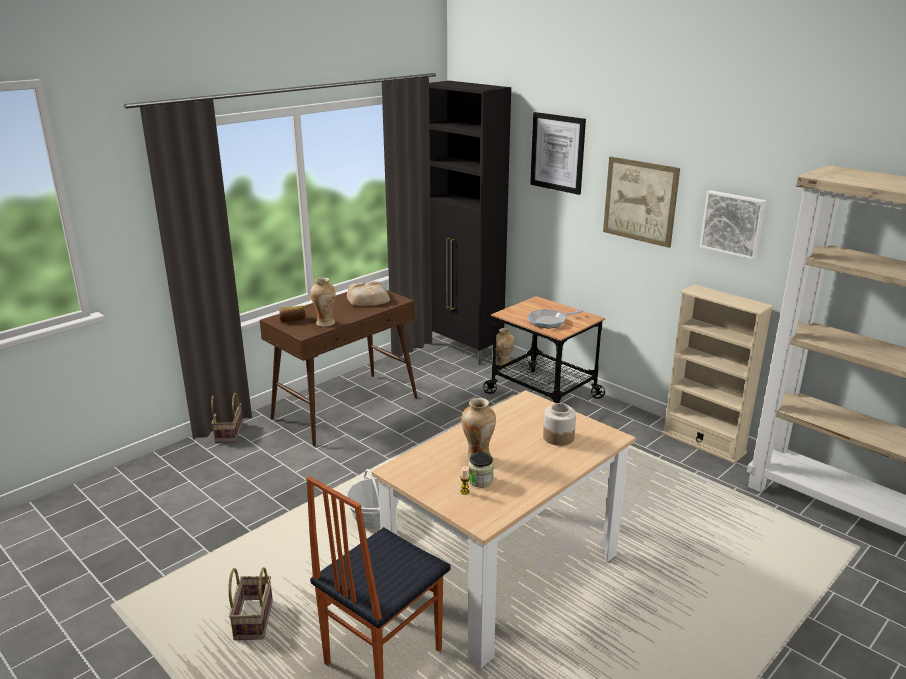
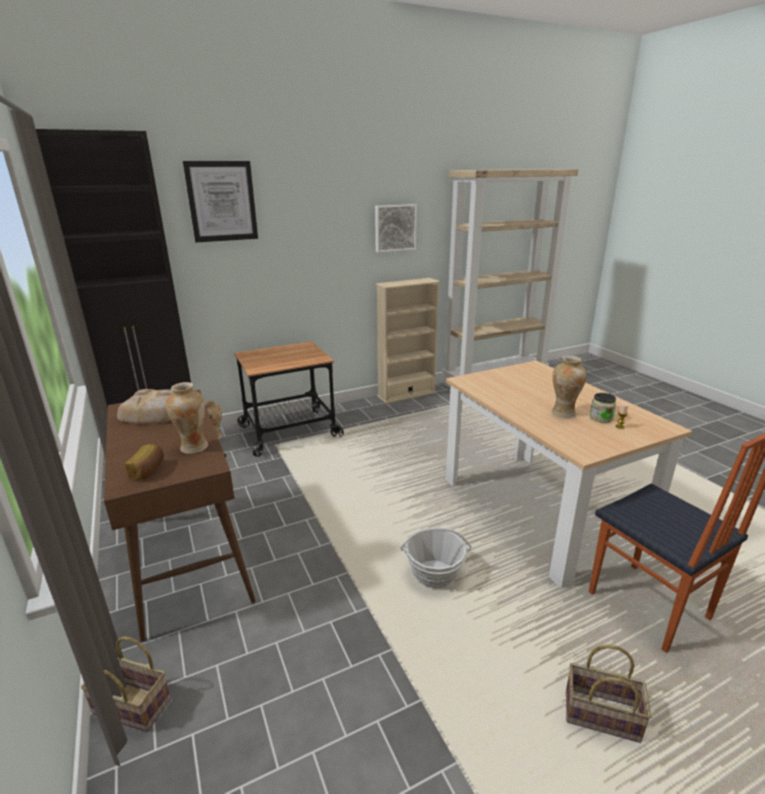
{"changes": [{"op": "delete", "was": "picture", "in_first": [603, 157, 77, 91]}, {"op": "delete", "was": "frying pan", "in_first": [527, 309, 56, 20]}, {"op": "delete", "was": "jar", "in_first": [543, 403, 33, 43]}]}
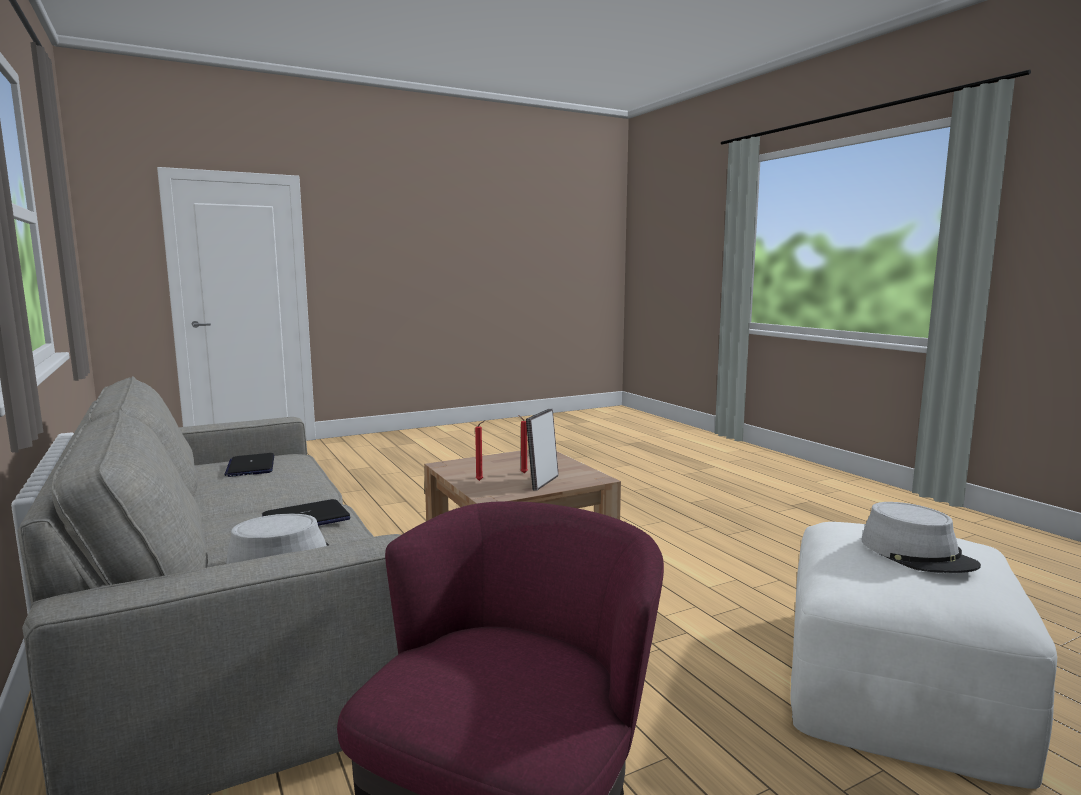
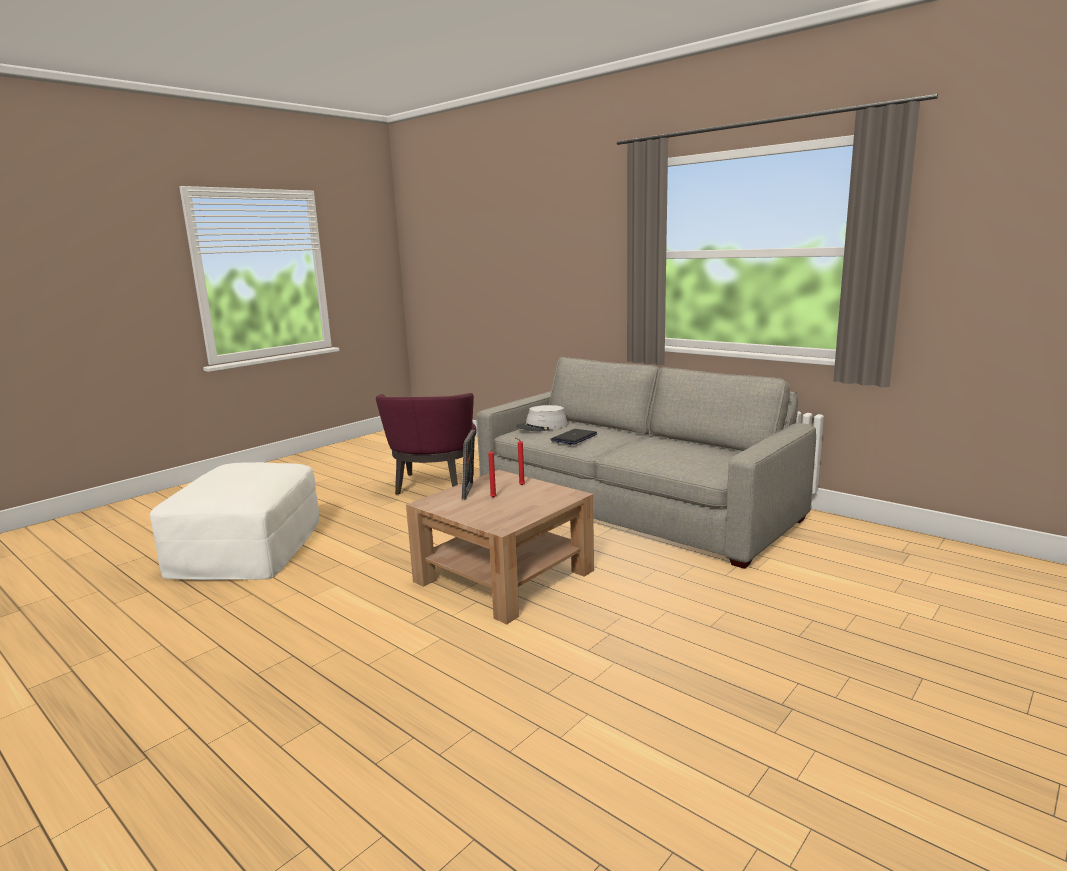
{"changes": [{"op": "delete", "was": "laptop", "in_first": [224, 453, 50, 24]}, {"op": "delete", "was": "grey hat", "in_first": [862, 502, 119, 71]}]}
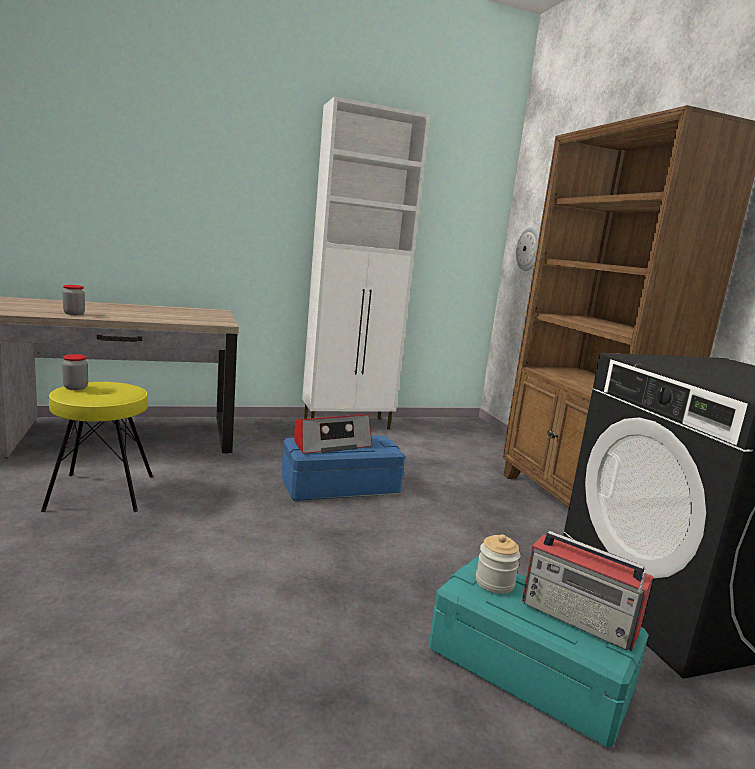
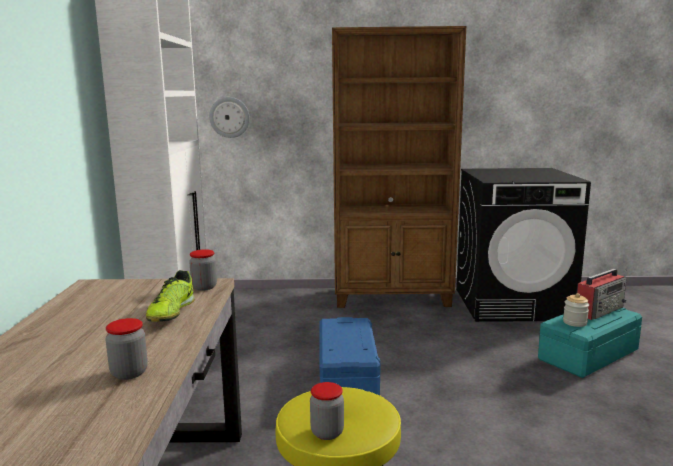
{"changes": [{"op": "delete", "was": "radio", "in_first": [294, 414, 79, 40]}, {"op": "insert", "now": "jar", "in_second": [189, 249, 28, 42]}, {"op": "insert", "now": "shoe", "in_second": [146, 270, 49, 52]}]}
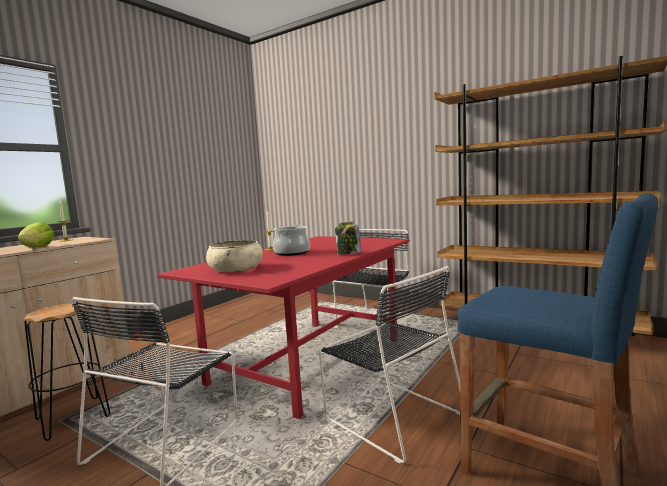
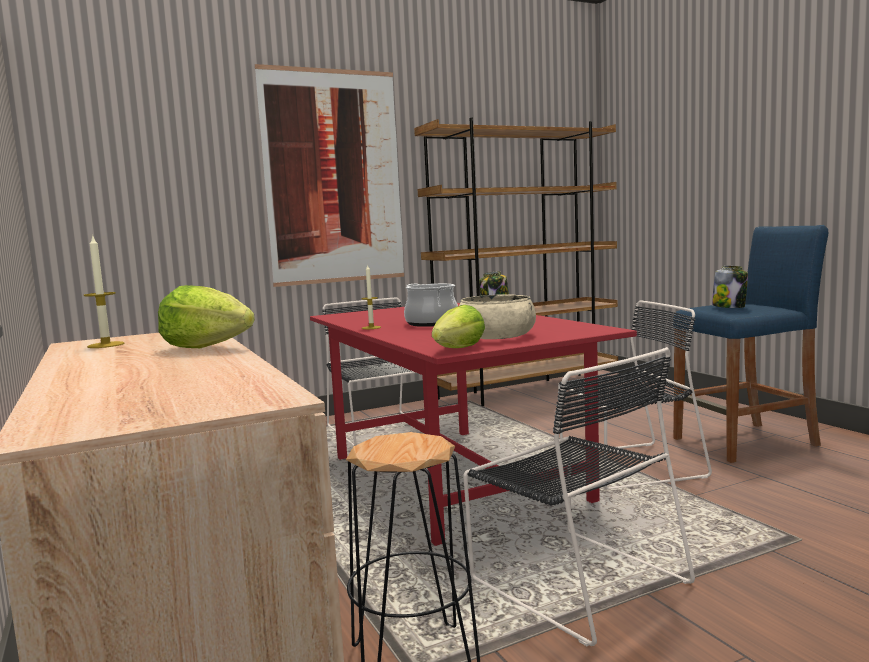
{"changes": [{"op": "insert", "now": "picture", "in_second": [255, 64, 149, 223]}, {"op": "insert", "now": "jar", "in_second": [712, 266, 36, 42]}, {"op": "insert", "now": "lettuce", "in_second": [432, 305, 53, 43]}]}
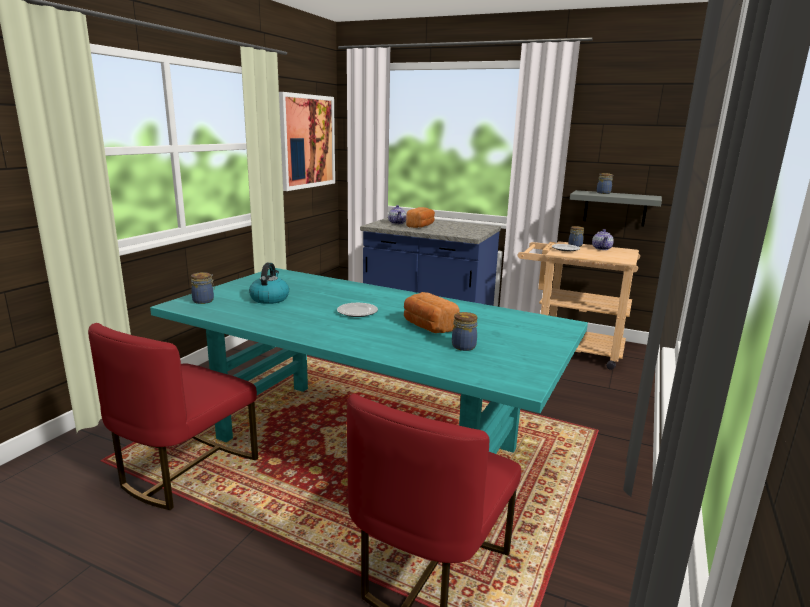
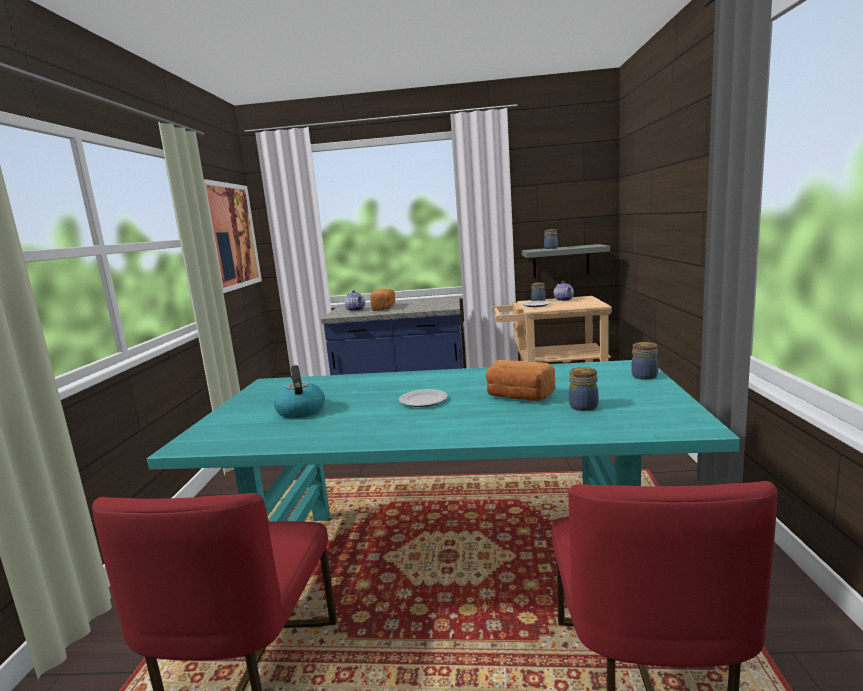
{"changes": [{"op": "move", "was": "jar", "in_first": [191, 272, 24, 32], "in_second": [631, 342, 27, 38]}]}
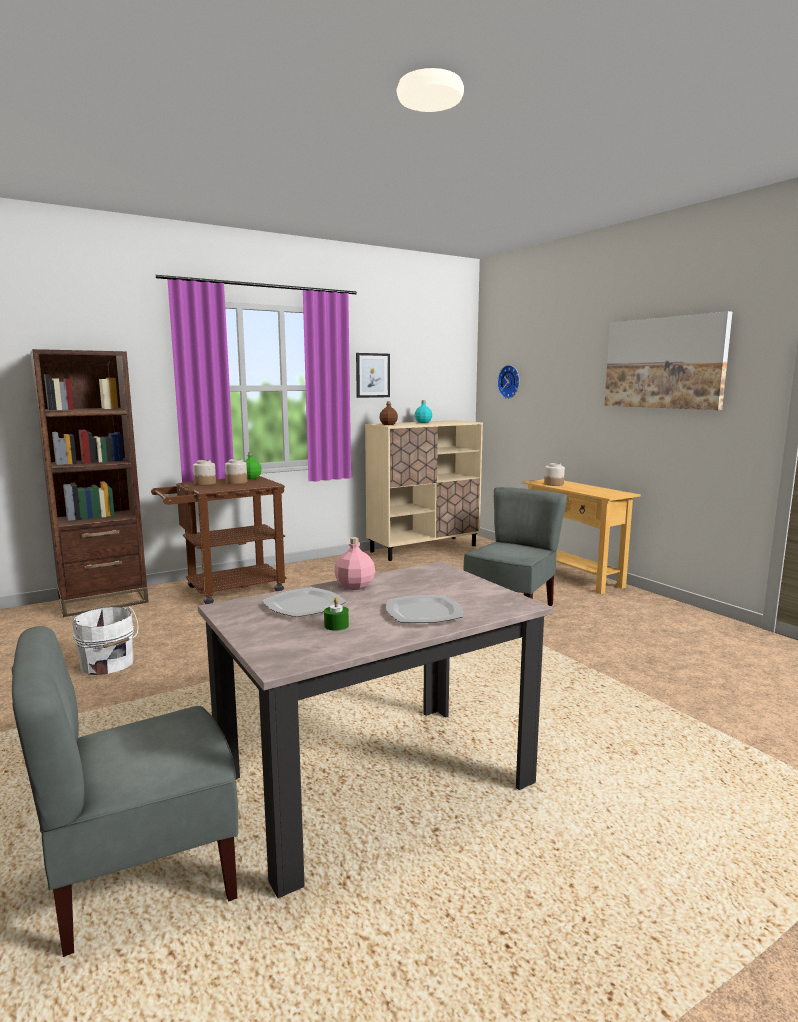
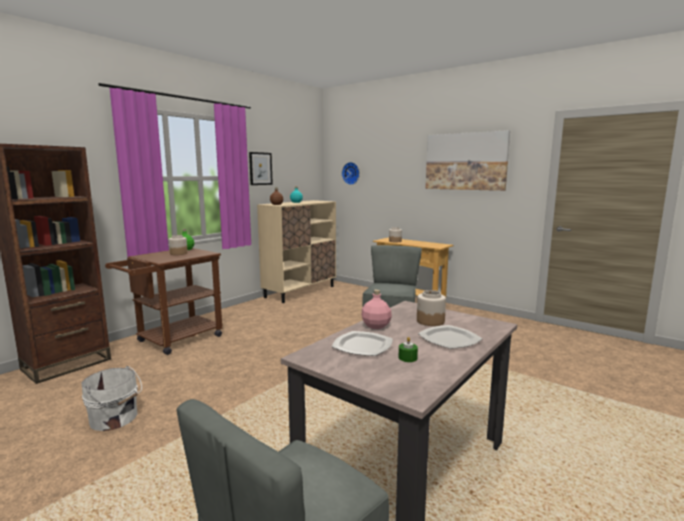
{"changes": [{"op": "move", "was": "jar", "in_first": [193, 460, 23, 25], "in_second": [417, 290, 29, 36]}]}
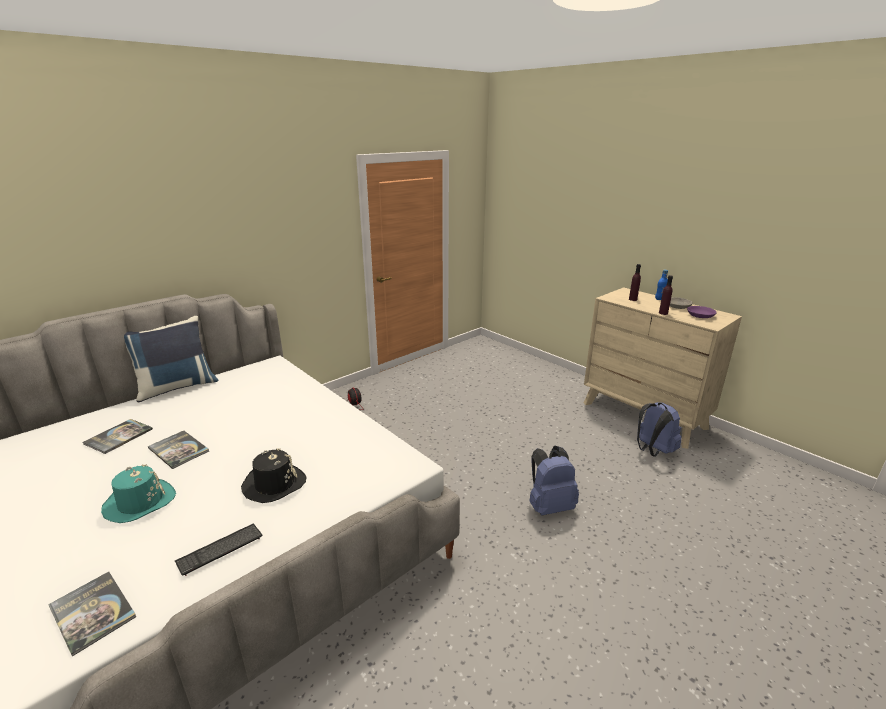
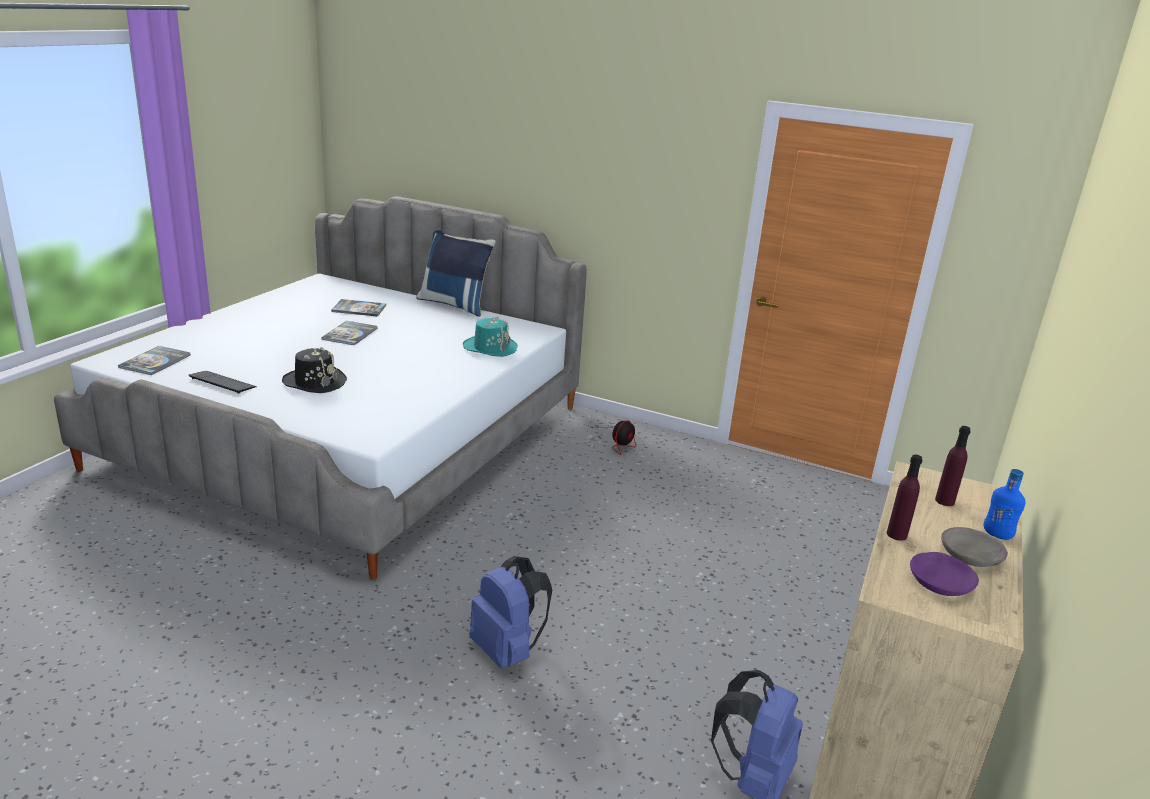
{"changes": [{"op": "move", "was": "turquoise hat", "in_first": [101, 464, 75, 59], "in_second": [463, 317, 55, 40]}]}
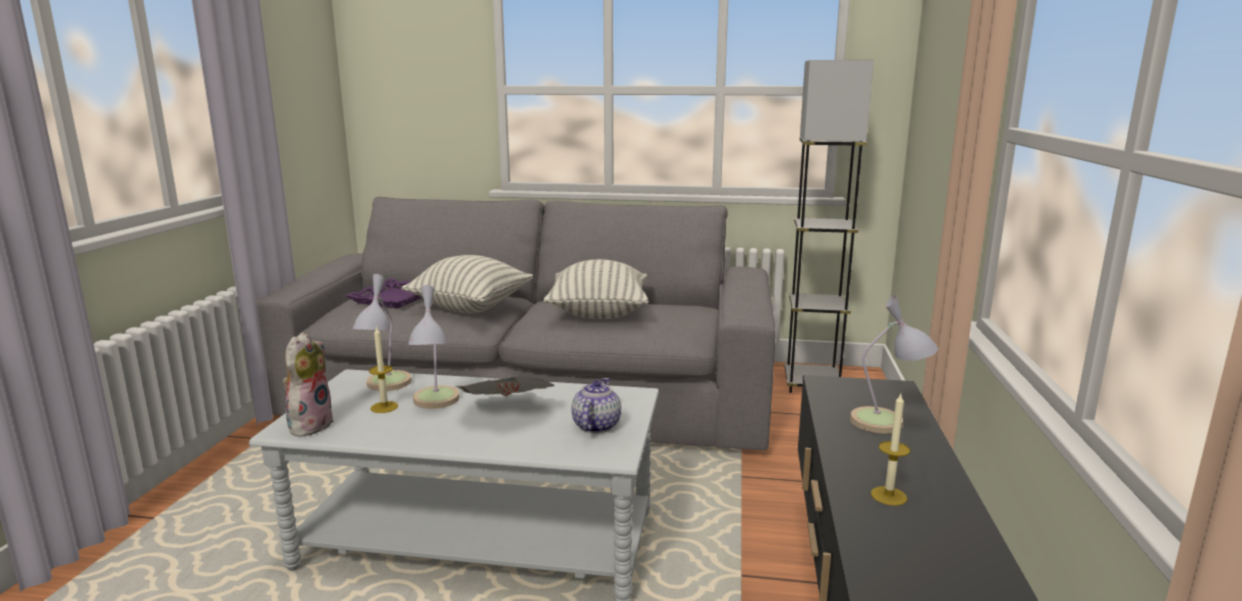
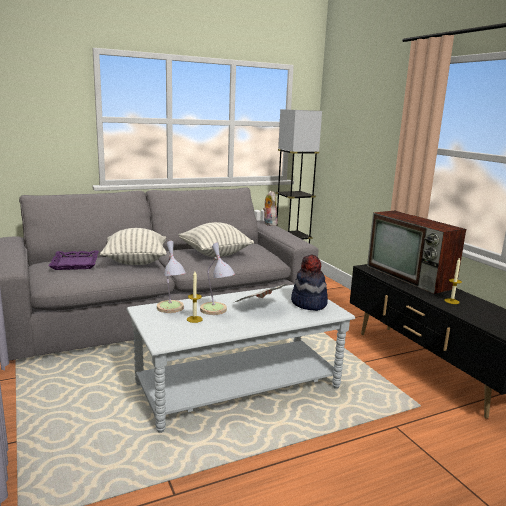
{"changes": [{"op": "replace", "was": "table lamp", "now": "television", "in_first": [850, 295, 88, 138], "in_second": [367, 211, 99, 83]}, {"op": "move", "was": "plush toy", "in_first": [283, 332, 52, 105], "in_second": [263, 191, 15, 35]}, {"op": "replace", "was": "teapot", "now": "hat", "in_first": [572, 378, 49, 55], "in_second": [291, 254, 37, 57]}]}
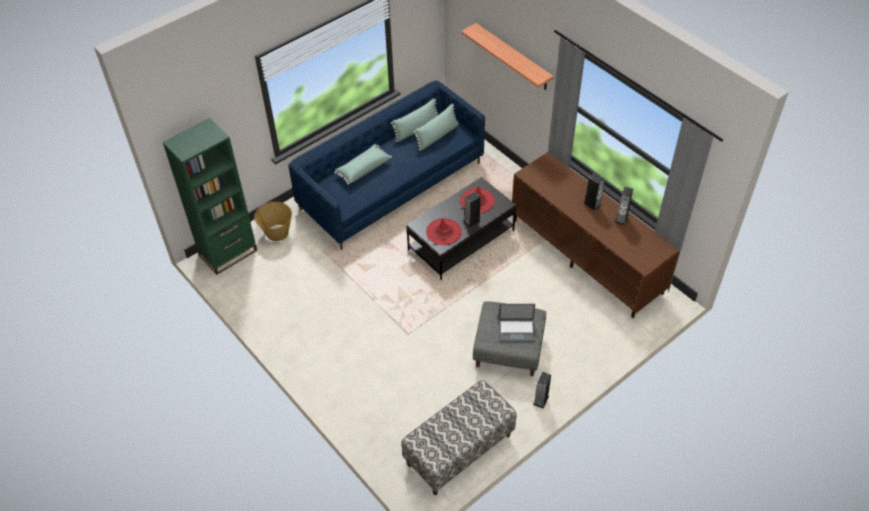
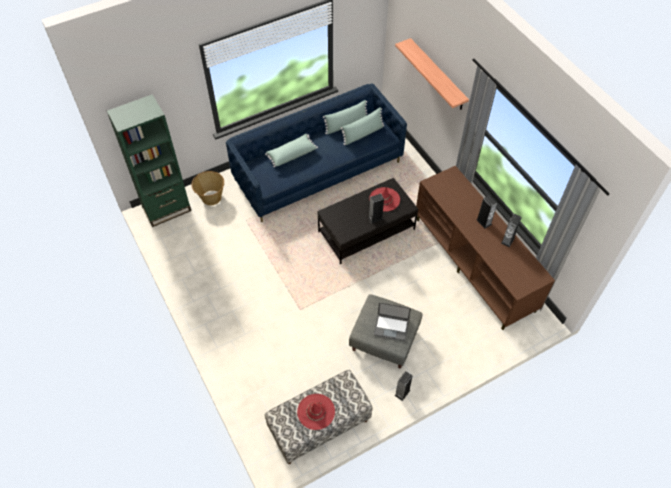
{"changes": [{"op": "move", "was": "red hat", "in_first": [426, 218, 36, 27], "in_second": [297, 394, 38, 36]}]}
